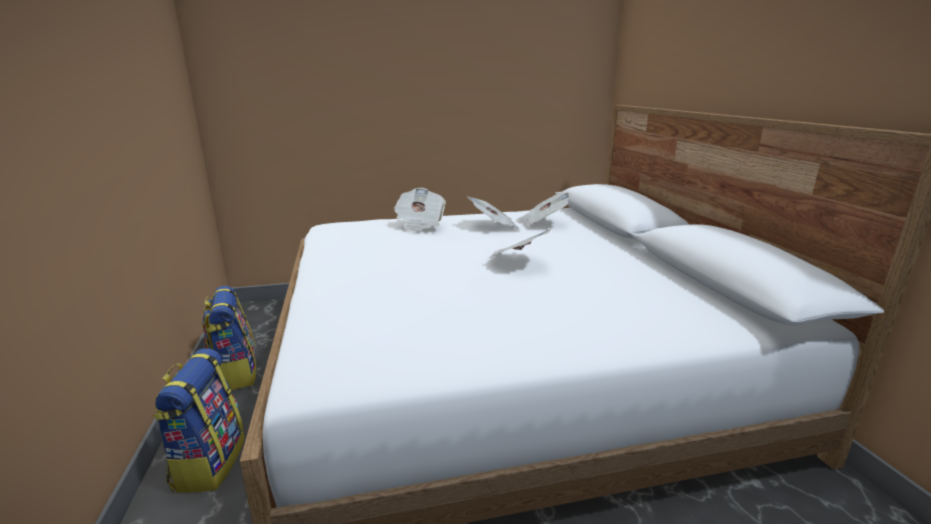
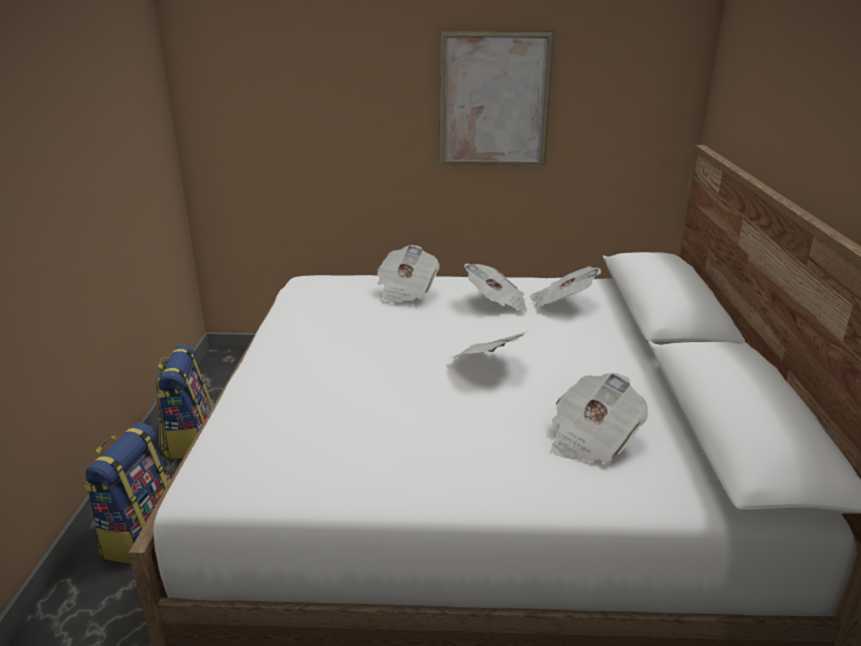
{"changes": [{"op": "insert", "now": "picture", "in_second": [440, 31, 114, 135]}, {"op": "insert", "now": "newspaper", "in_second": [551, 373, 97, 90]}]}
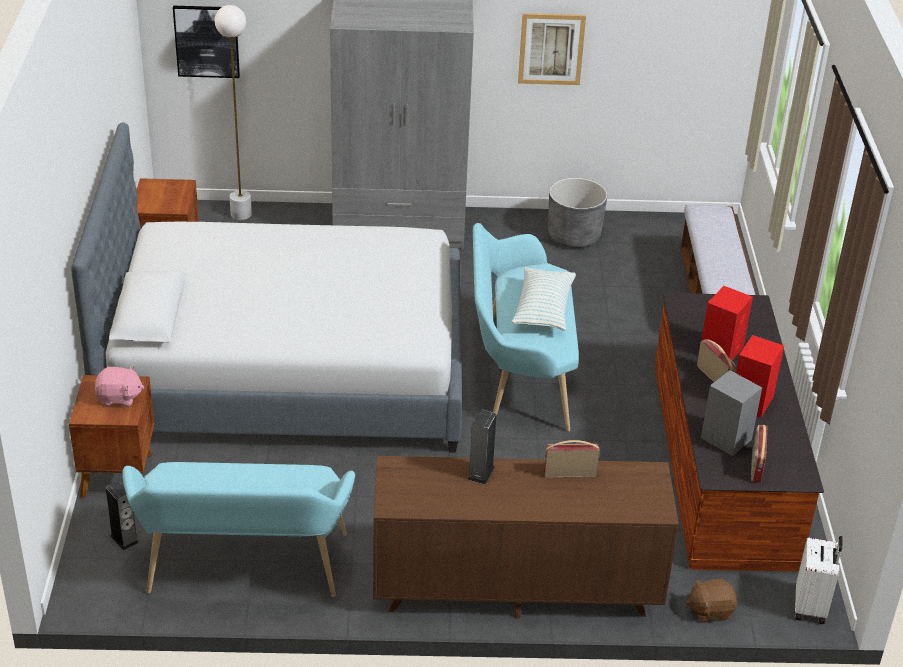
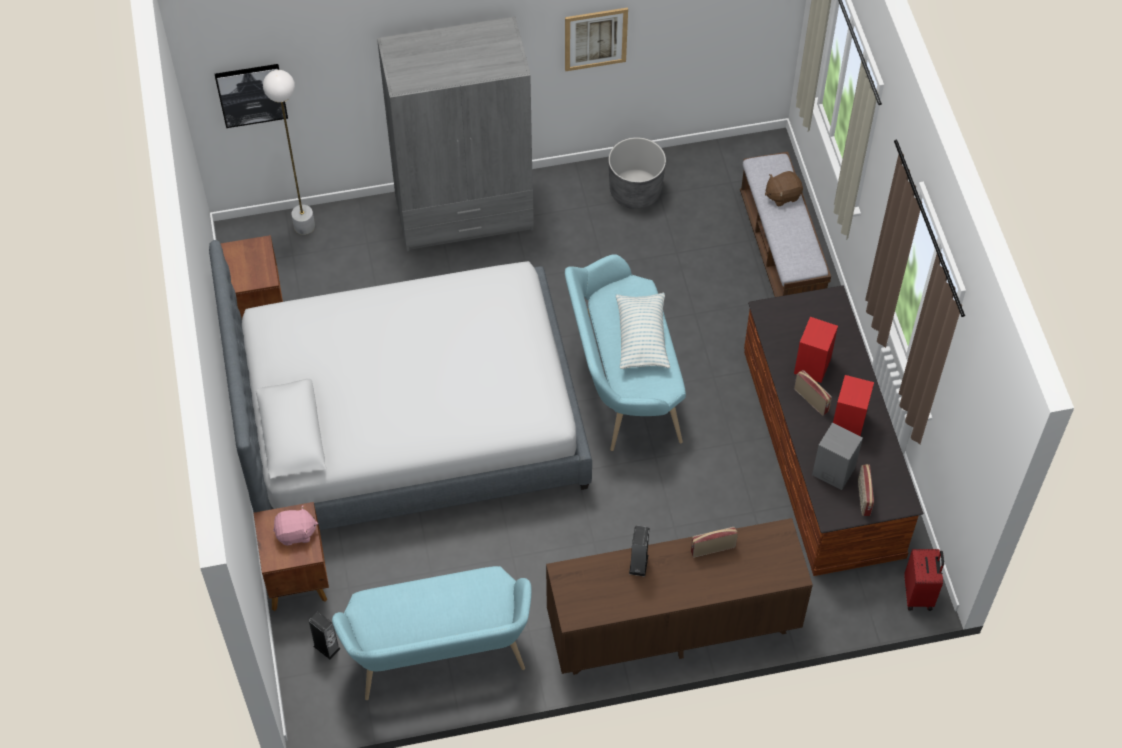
{"changes": [{"op": "recolor", "was": "white suitcase", "now": "red suitcase", "in_first": [795, 536, 47, 88], "in_second": [904, 549, 40, 62]}, {"op": "move", "was": "brown plush toy", "in_first": [686, 578, 51, 45], "in_second": [765, 171, 38, 36]}]}
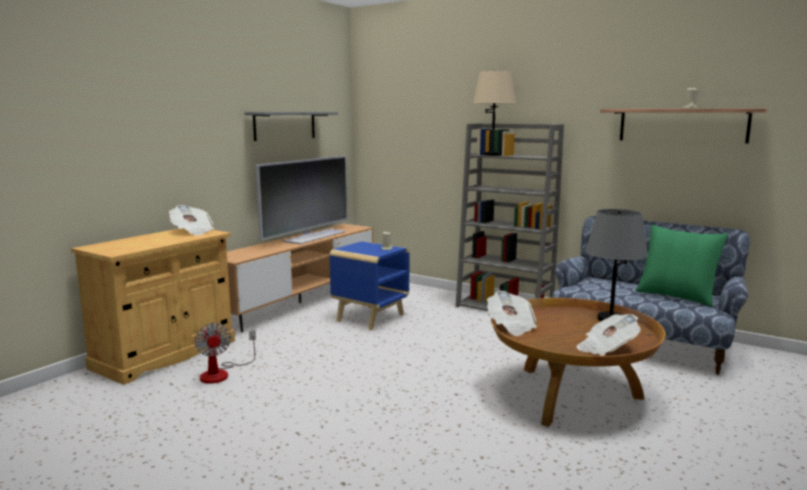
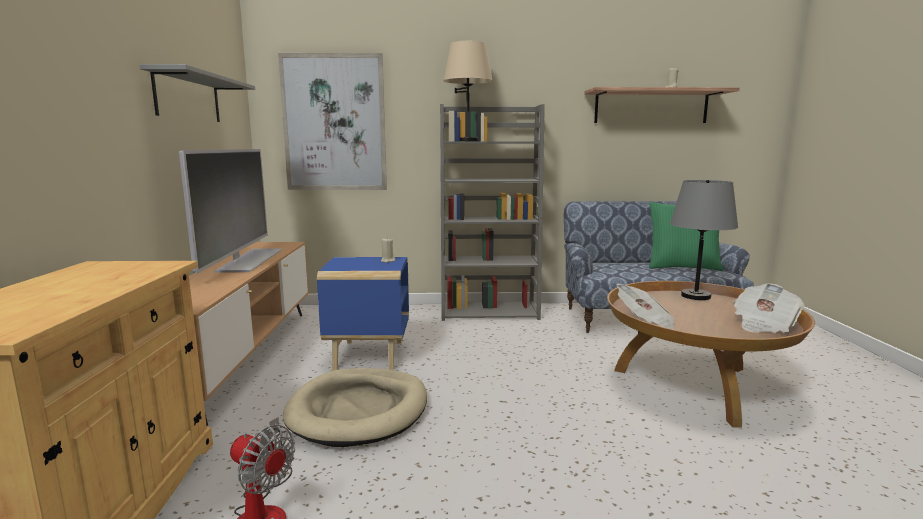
{"changes": [{"op": "delete", "was": "newspaper", "in_first": [169, 205, 46, 31]}, {"op": "insert", "now": "picture", "in_second": [278, 53, 109, 137]}, {"op": "insert", "now": "beige dog bed", "in_second": [283, 368, 144, 79]}]}
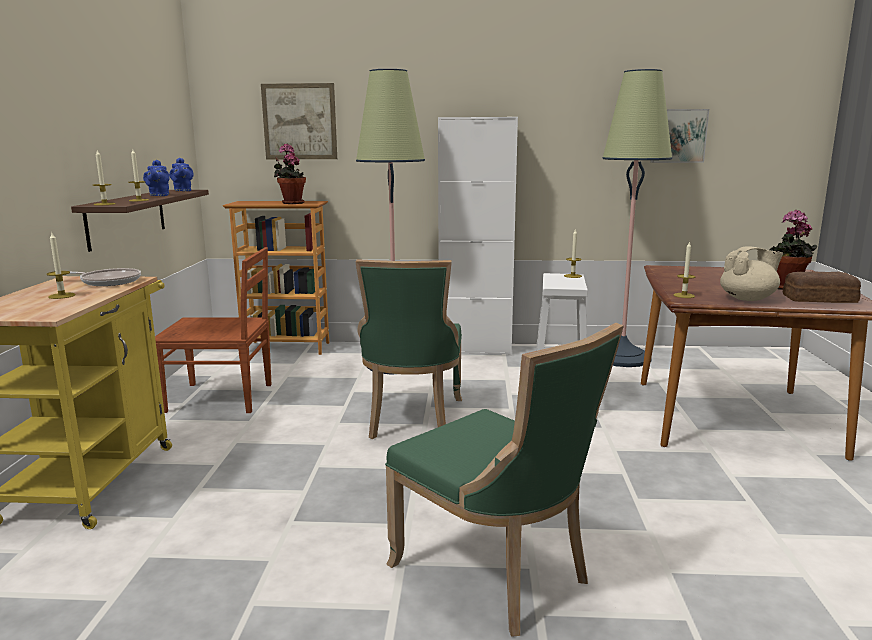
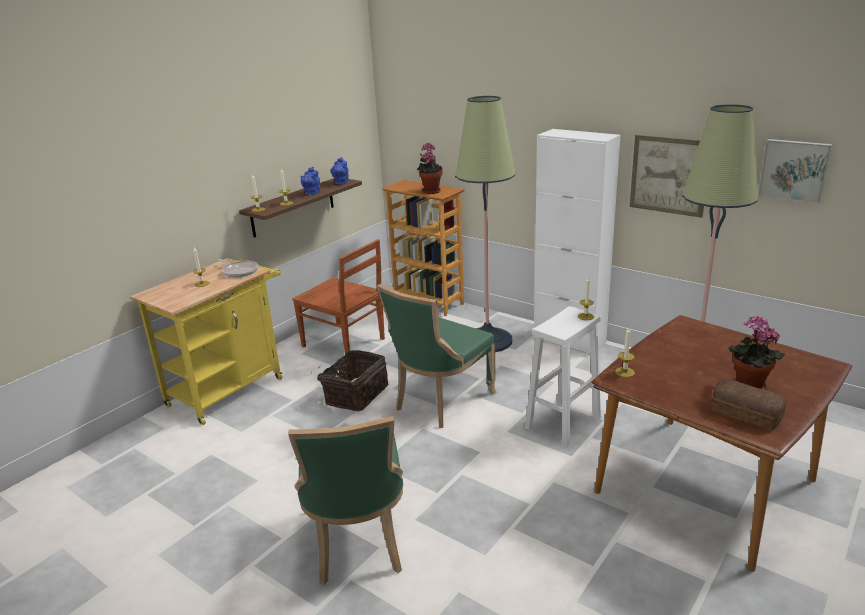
{"changes": [{"op": "move", "was": "picture", "in_first": [261, 83, 76, 76], "in_second": [630, 135, 74, 83]}, {"op": "delete", "was": "beige teapot", "in_first": [720, 246, 63, 55]}, {"op": "insert", "now": "basket", "in_second": [311, 350, 77, 62]}]}
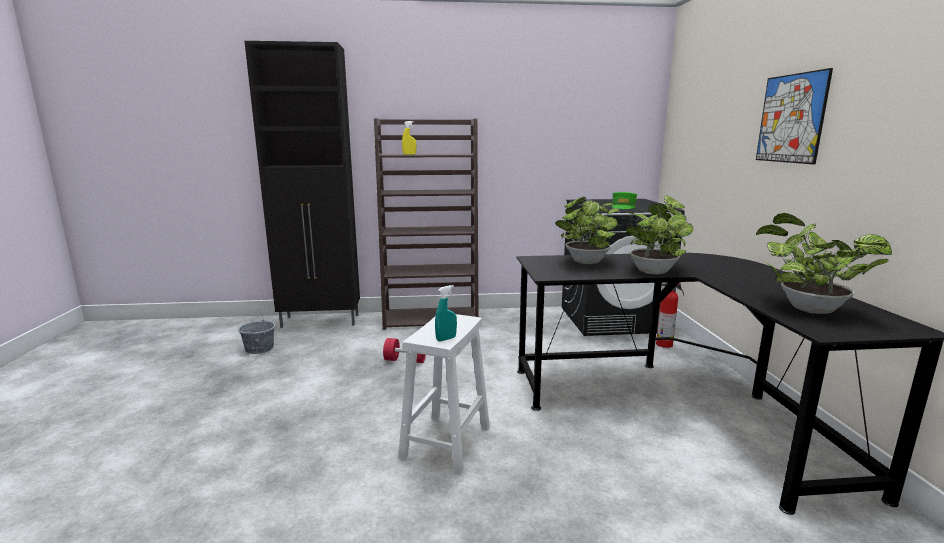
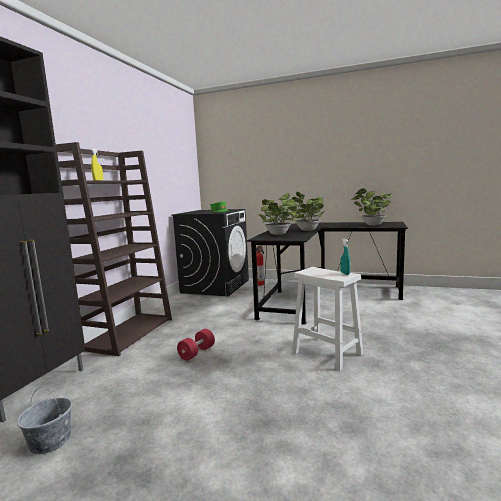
{"changes": [{"op": "delete", "was": "picture", "in_first": [756, 68, 77, 96]}]}
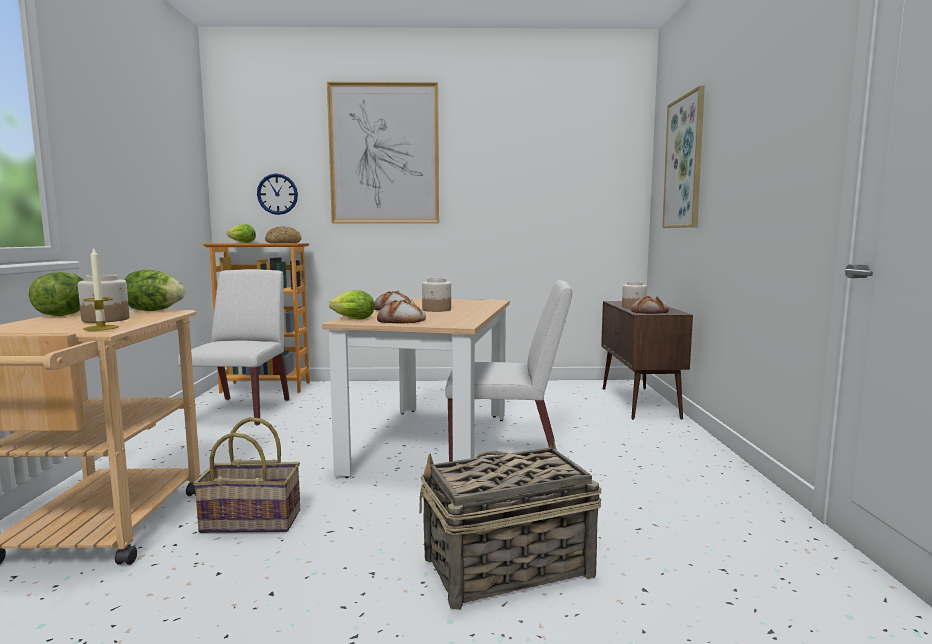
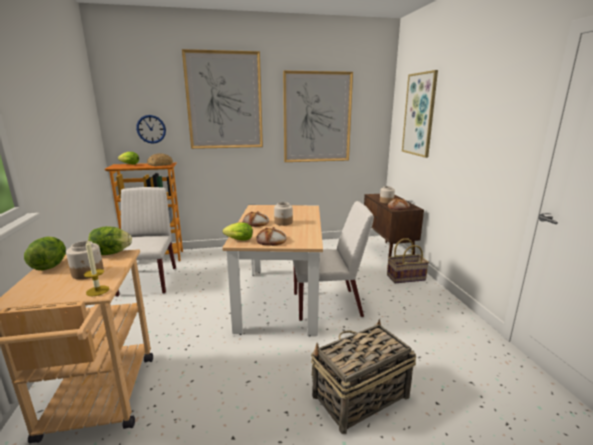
{"changes": [{"op": "move", "was": "basket", "in_first": [193, 417, 107, 116], "in_second": [387, 238, 42, 45]}, {"op": "insert", "now": "picture", "in_second": [283, 71, 70, 91]}]}
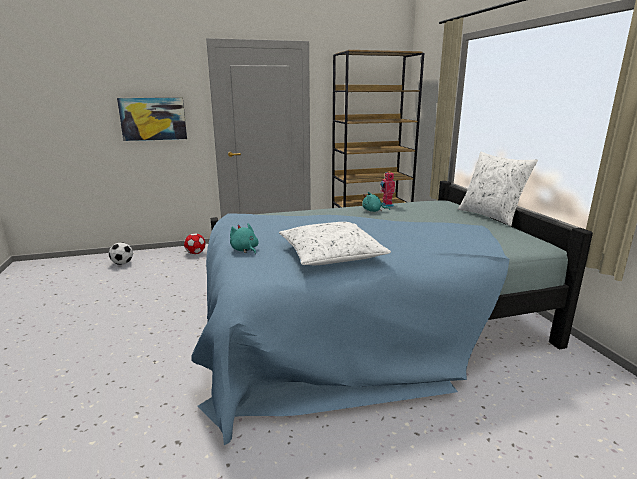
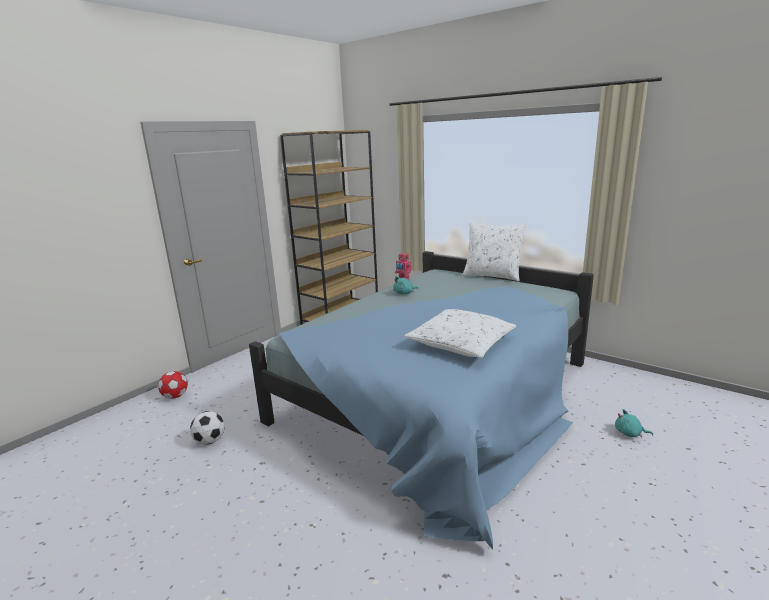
{"changes": [{"op": "delete", "was": "picture", "in_first": [117, 98, 70, 43]}, {"op": "move", "was": "turquoise plush toy", "in_first": [230, 223, 29, 31], "in_second": [615, 409, 38, 28]}, {"op": "move", "was": "football", "in_first": [109, 242, 24, 22], "in_second": [190, 411, 35, 33]}]}
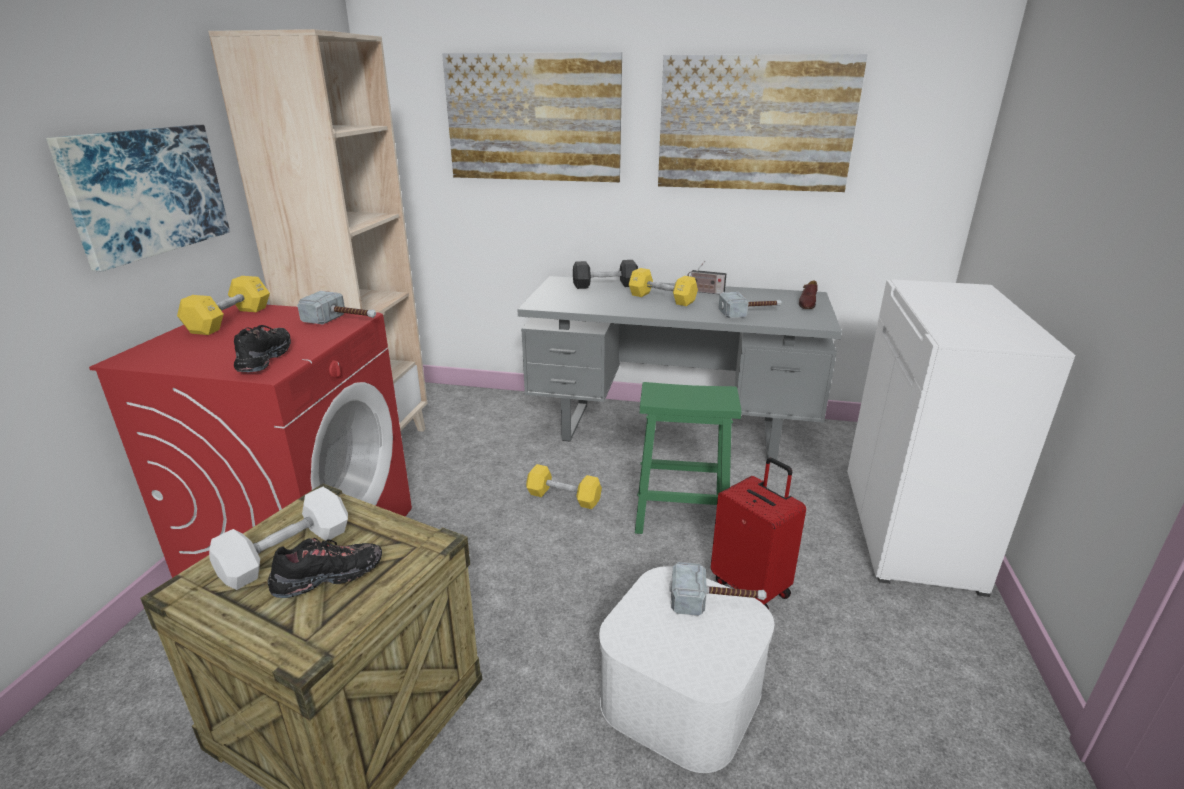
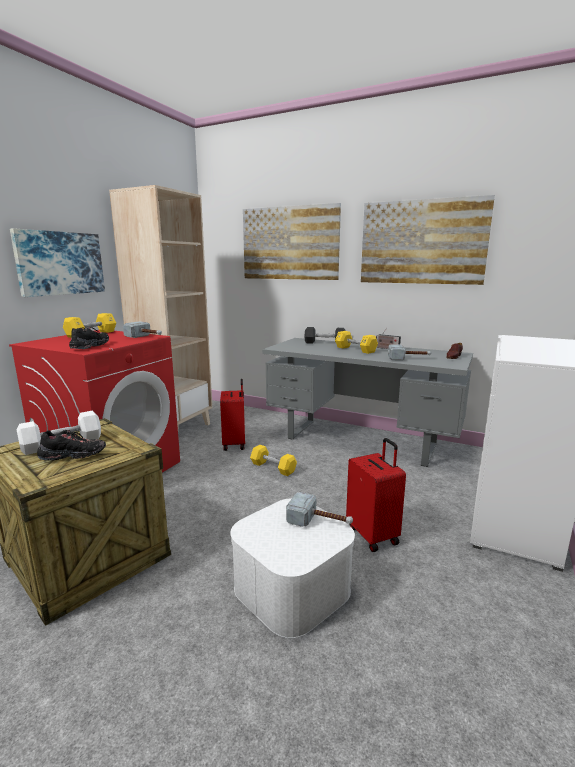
{"changes": [{"op": "delete", "was": "green stool", "in_first": [635, 382, 106, 152]}, {"op": "insert", "now": "red suitcase", "in_second": [220, 379, 25, 72]}]}
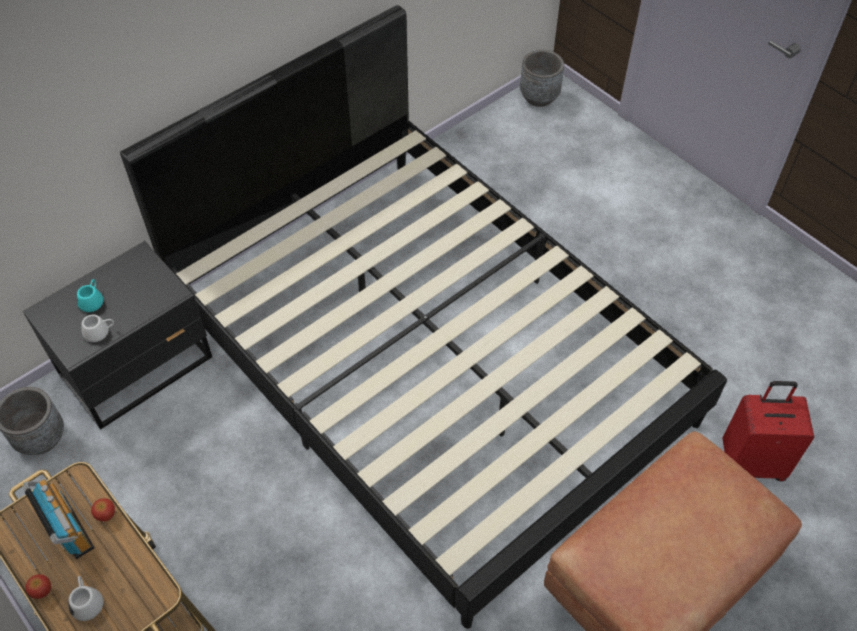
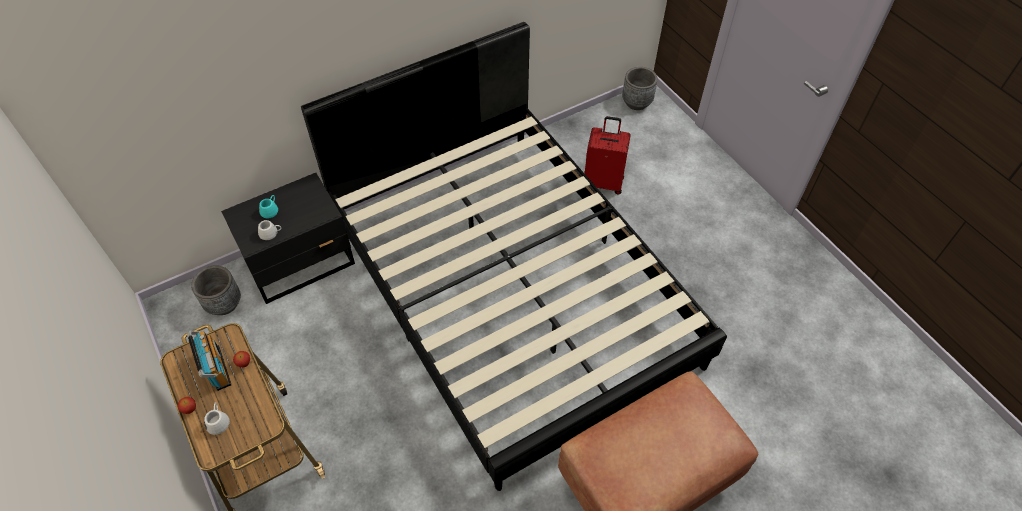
{"changes": [{"op": "move", "was": "red suitcase", "in_first": [722, 381, 92, 100], "in_second": [585, 116, 46, 79]}]}
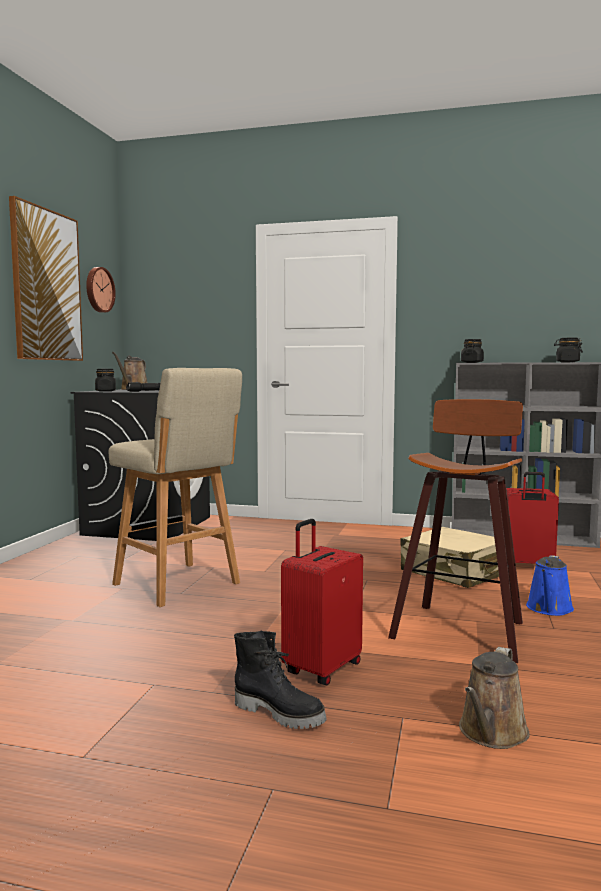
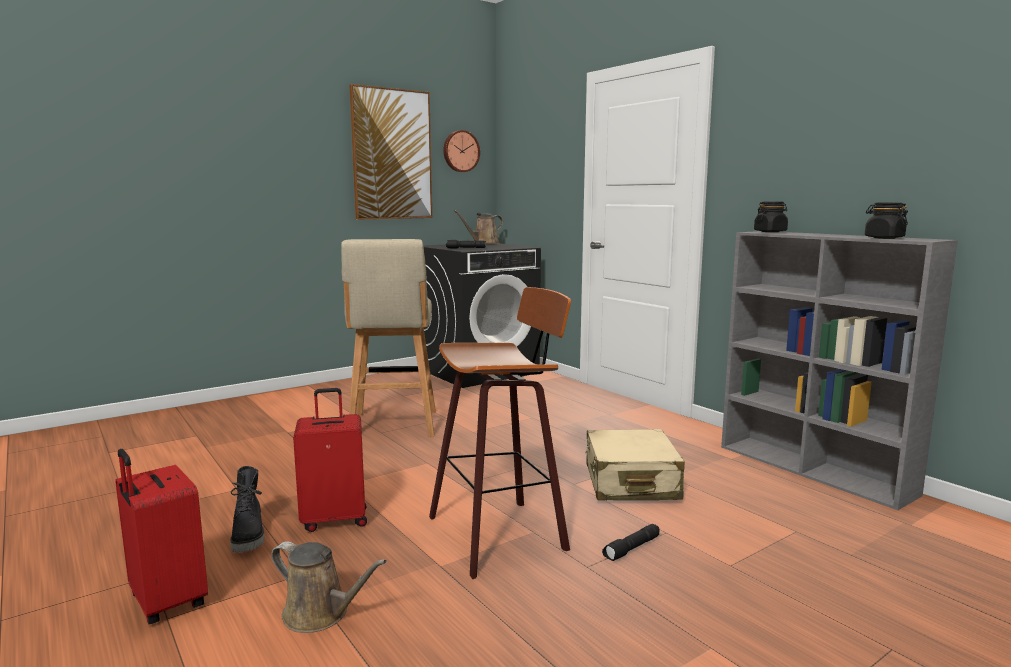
{"changes": [{"op": "delete", "was": "black jar", "in_first": [95, 369, 21, 23]}, {"op": "move", "was": "red suitcase", "in_first": [506, 472, 53, 92], "in_second": [115, 449, 93, 175]}, {"op": "replace", "was": "blue watering can", "now": "black flashlight", "in_first": [526, 555, 48, 61], "in_second": [602, 524, 57, 37]}, {"op": "rotate", "was": "brown watering can", "in_first": [459, 647, 71, 102], "in_second": [271, 541, 116, 92], "clockwise": -135}]}
